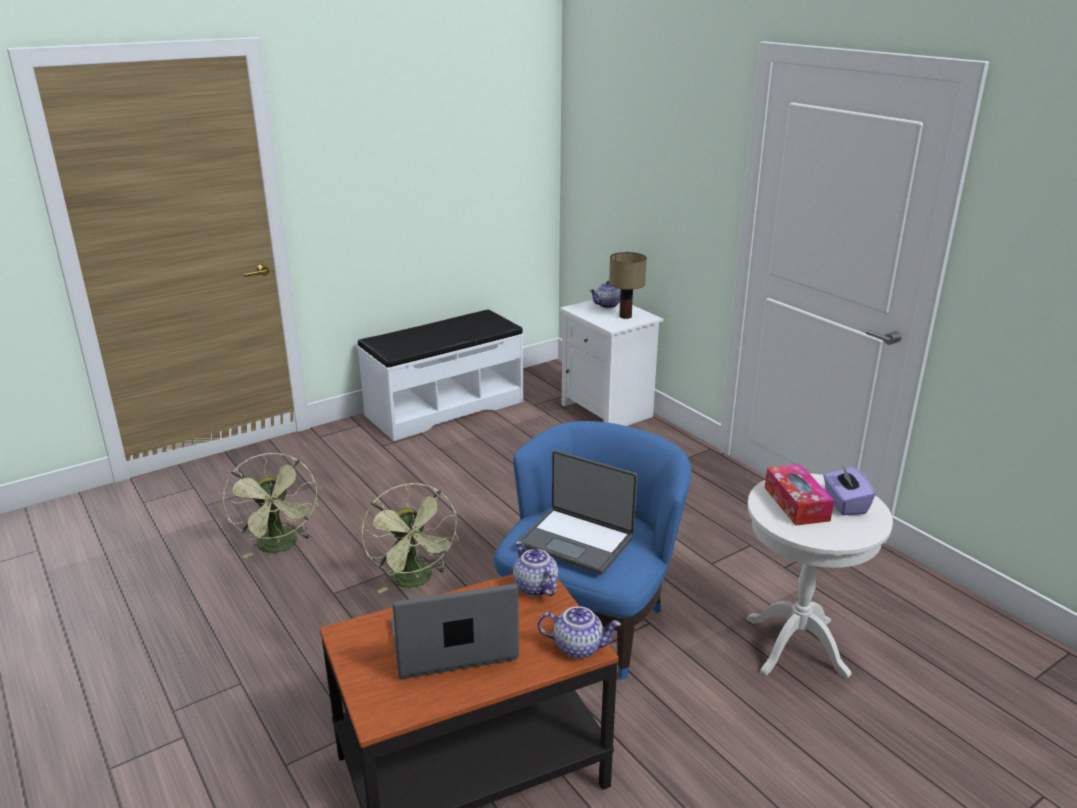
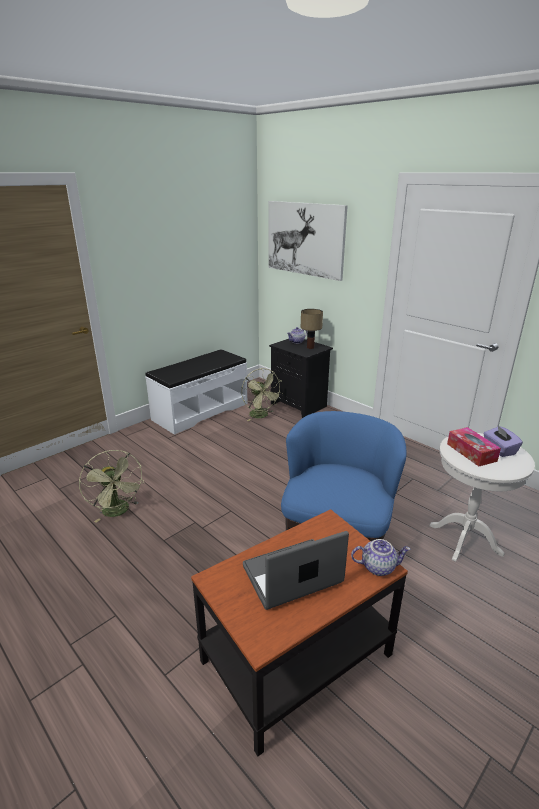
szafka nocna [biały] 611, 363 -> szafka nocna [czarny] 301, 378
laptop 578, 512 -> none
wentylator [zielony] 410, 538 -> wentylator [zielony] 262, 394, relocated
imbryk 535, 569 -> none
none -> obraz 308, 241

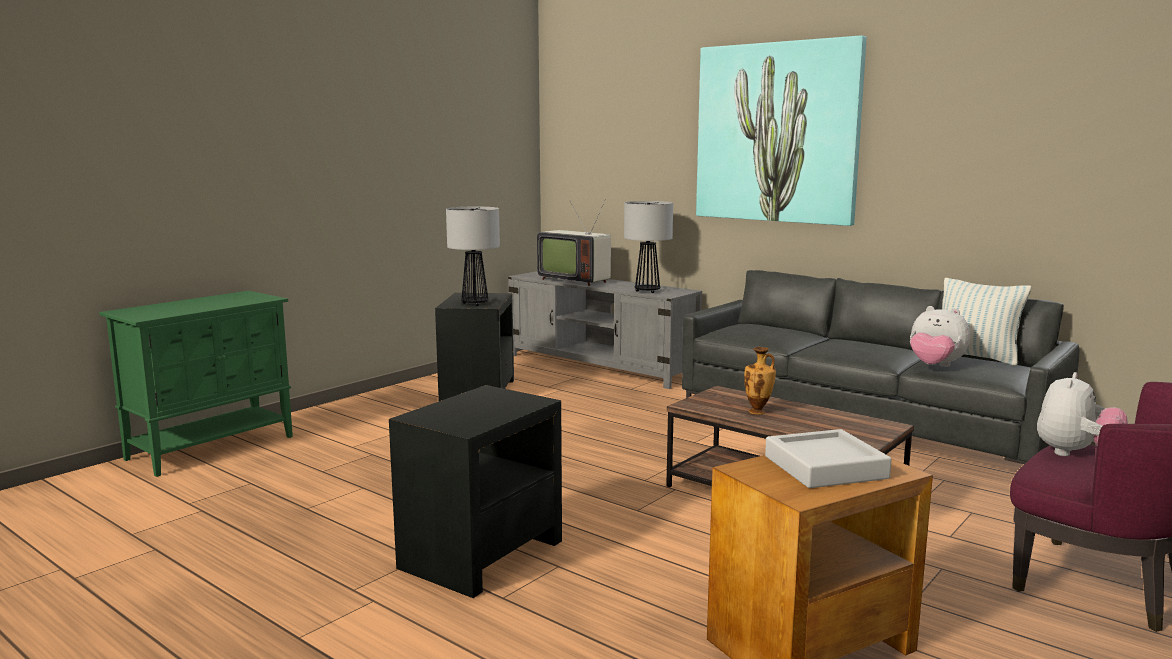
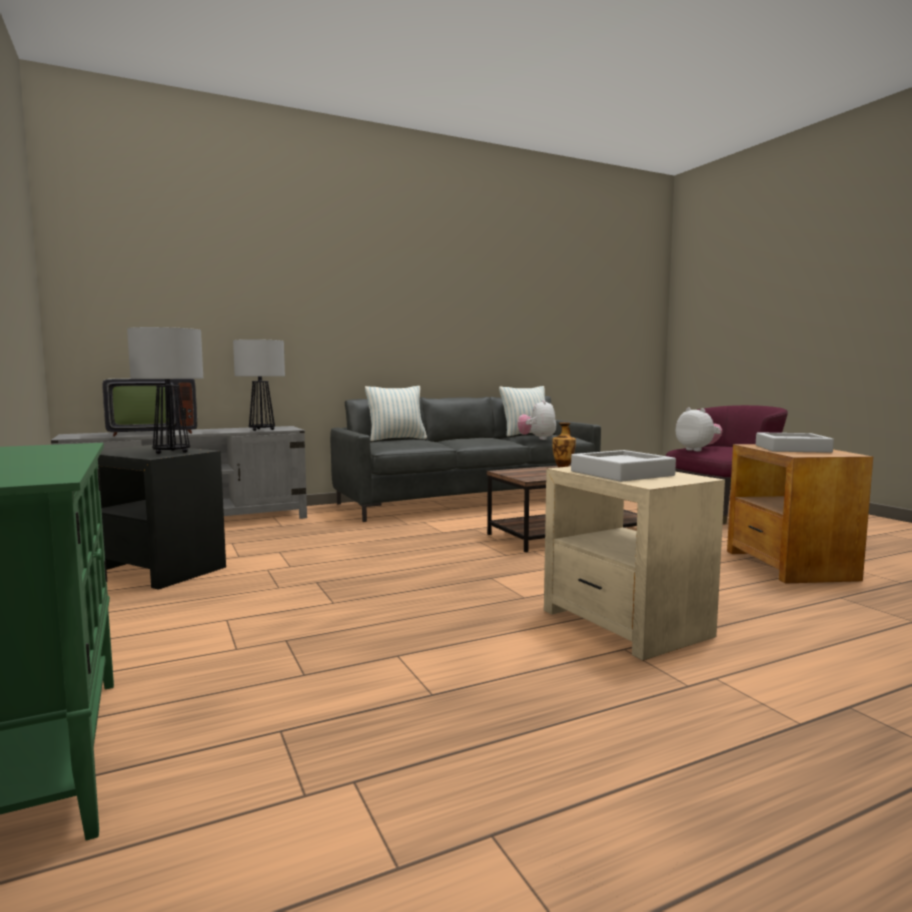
obraz 781, 130 -> none
pluszak 940, 336 -> pluszak 537, 420, 120 degrees clockwise
stolik [czarny] 475, 491 -> stolik [beżowy] 634, 563
none -> poduszka 396, 413
none -> taca [szary] 623, 466

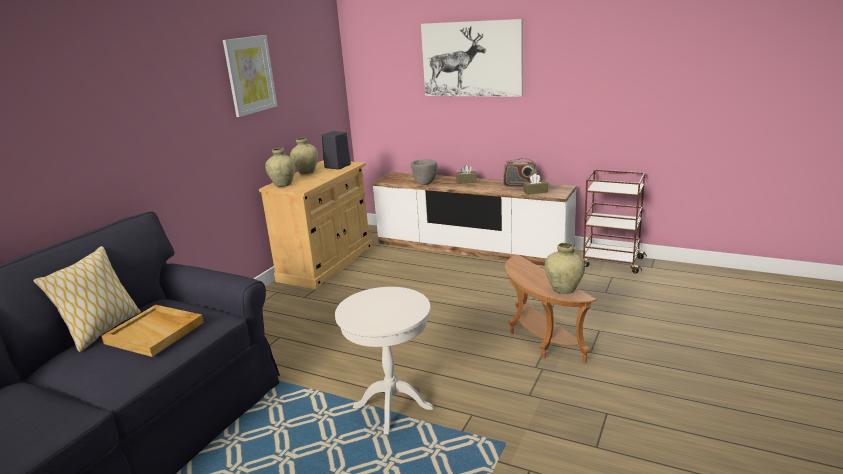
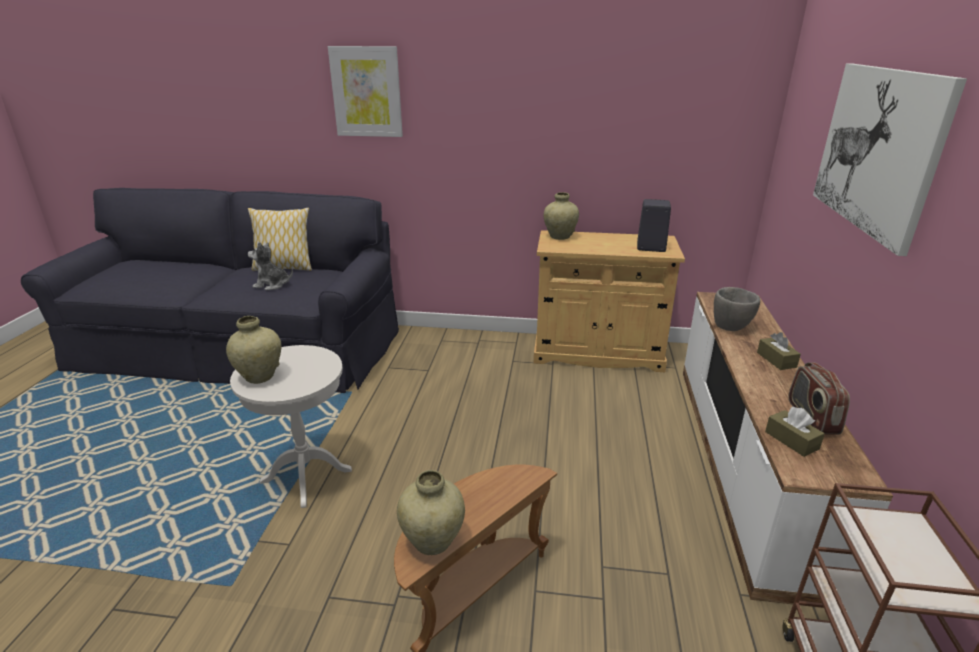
obraz 250, 76 -> obraz 365, 91, relocated
wazon [beżowy] 304, 156 -> wazon [beżowy] 253, 350, relocated
taca [beżowy] 153, 331 -> pluszak 270, 266

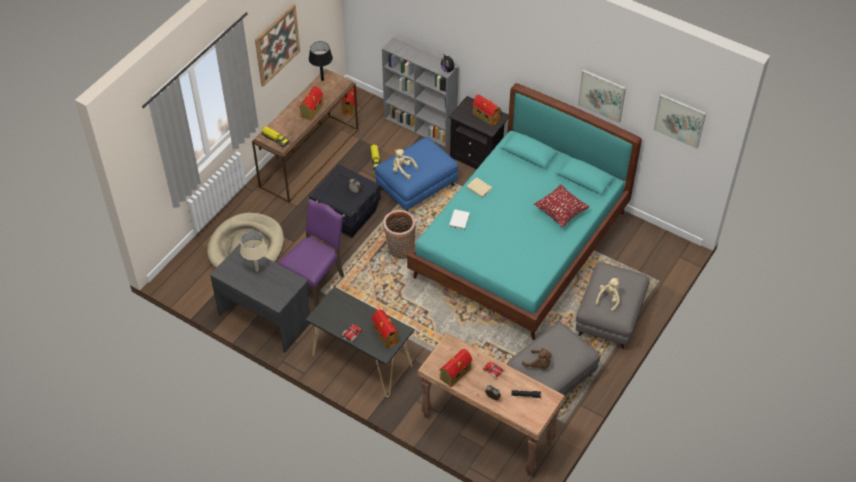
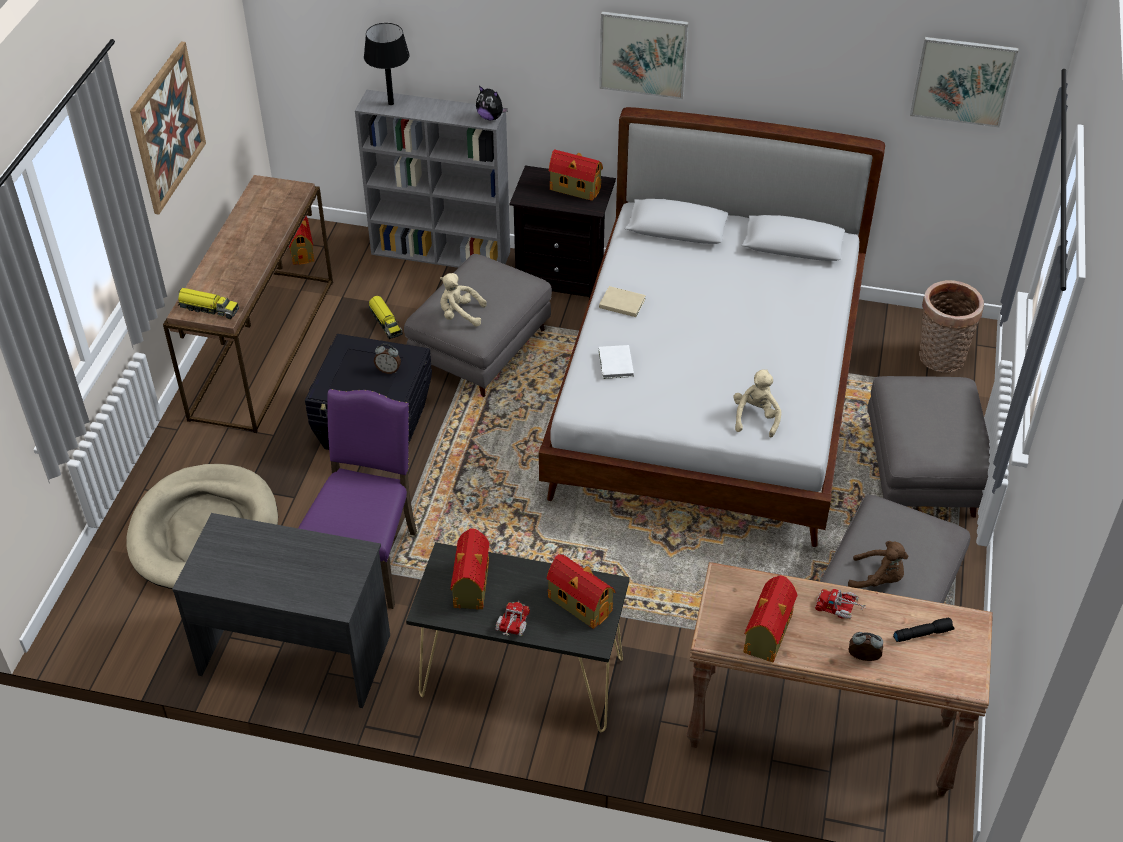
lampa stołowa [czarny] 321, 61 -> lampa stołowa [czarny] 387, 64, relocated
obraz 602, 96 -> obraz 644, 55, relocated
łóżko [turkusowy] 524, 211 -> łóżko [biały] 712, 327
domek 311, 103 -> domek 470, 568, relocated
pufa [niebieski] 416, 174 -> pufa [szary] 478, 325
poduszka [czerwony] 562, 206 -> none
koszyk 399, 234 -> koszyk 951, 326, relocated
lampa stołowa [beżowy] 253, 251 -> none
pluszak [beżowy] 607, 295 -> pluszak [beżowy] 757, 403, relocated

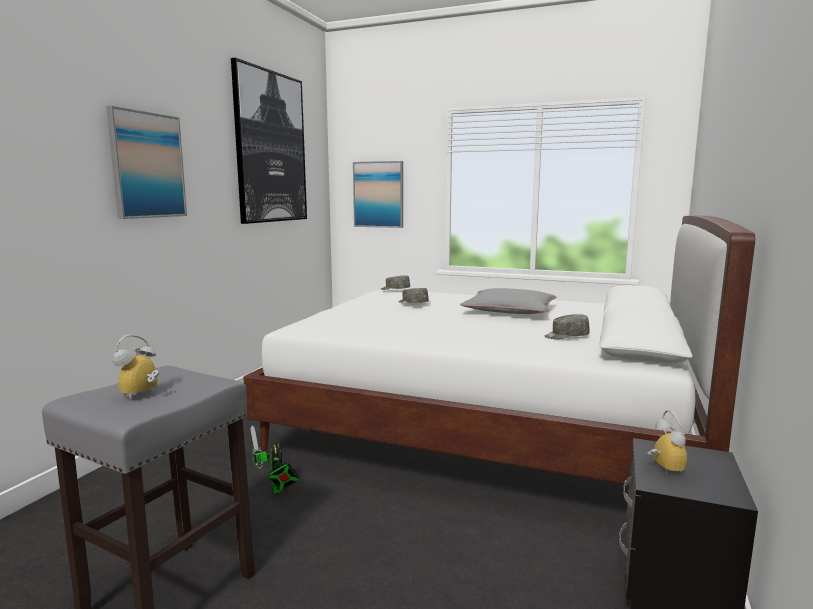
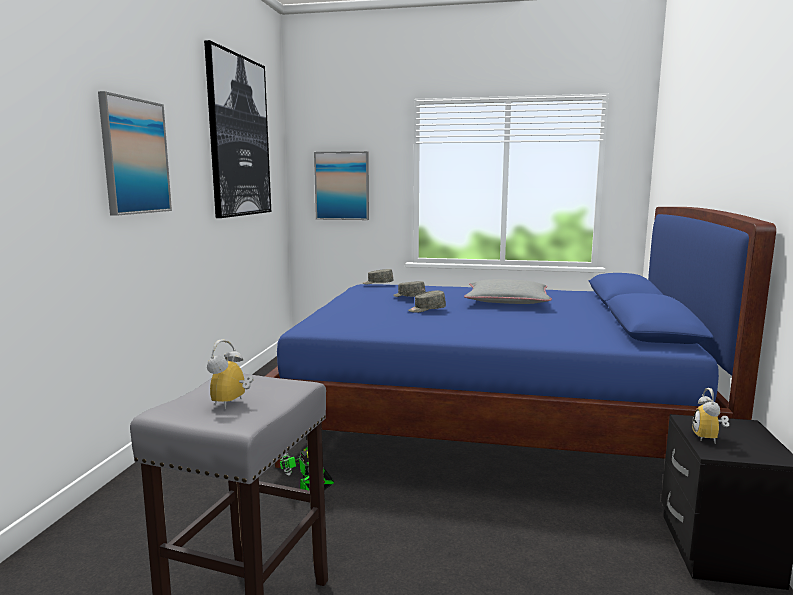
łóżko [biały] 499, 350 -> łóżko [niebieski] 520, 337
czapka z daszkiem [szary] 567, 326 -> czapka z daszkiem [szary] 427, 302, relocated
budzik 667, 442 -> budzik 710, 416, 150 degrees counterclockwise

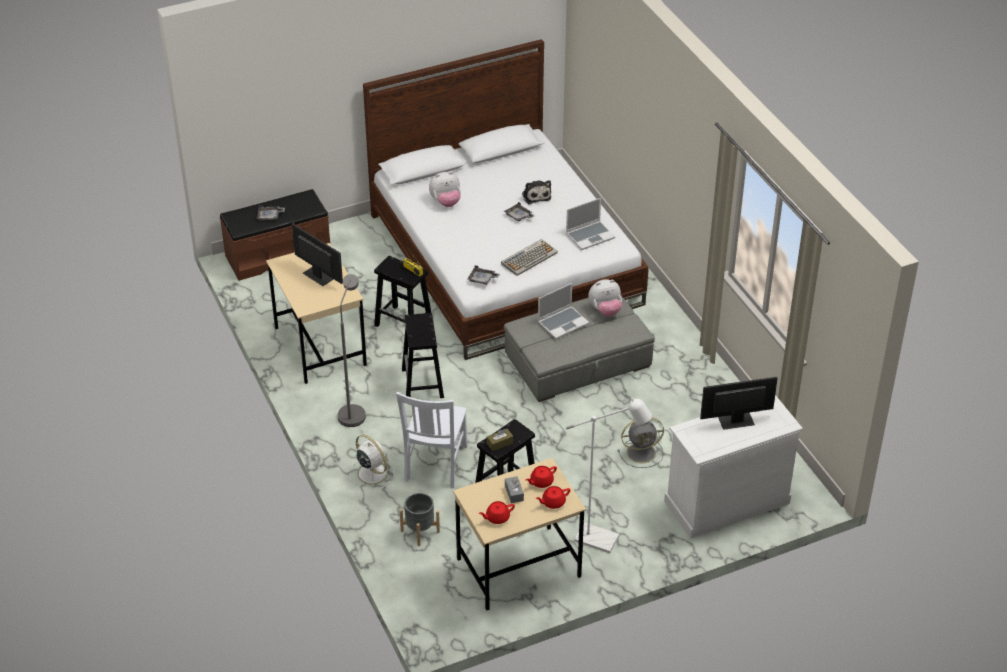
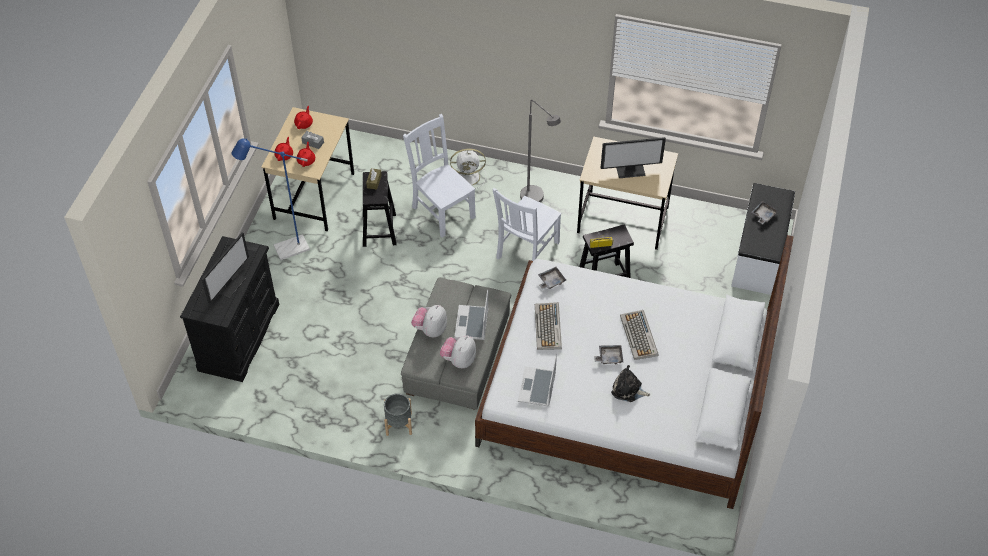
pluszak 445, 189 -> pluszak 429, 321, relocated
ławka [brązowy] 275, 235 -> ławka [biały] 763, 239
stołek [czarny] 423, 355 -> krzesło [biały] 526, 224
komoda [biały] 733, 467 -> komoda [czarny] 229, 309
lampa stojąca [biały] 609, 475 -> lampa stojąca [niebieski] 271, 199
wentylator [szary] 640, 442 -> none
donica [szary] 419, 519 -> donica [szary] 398, 414, relocated
none -> klawiatura 639, 335

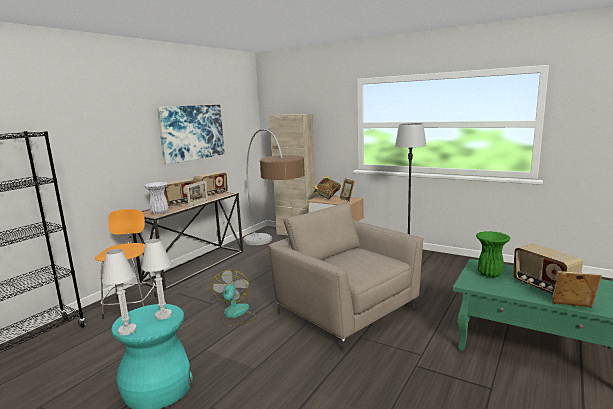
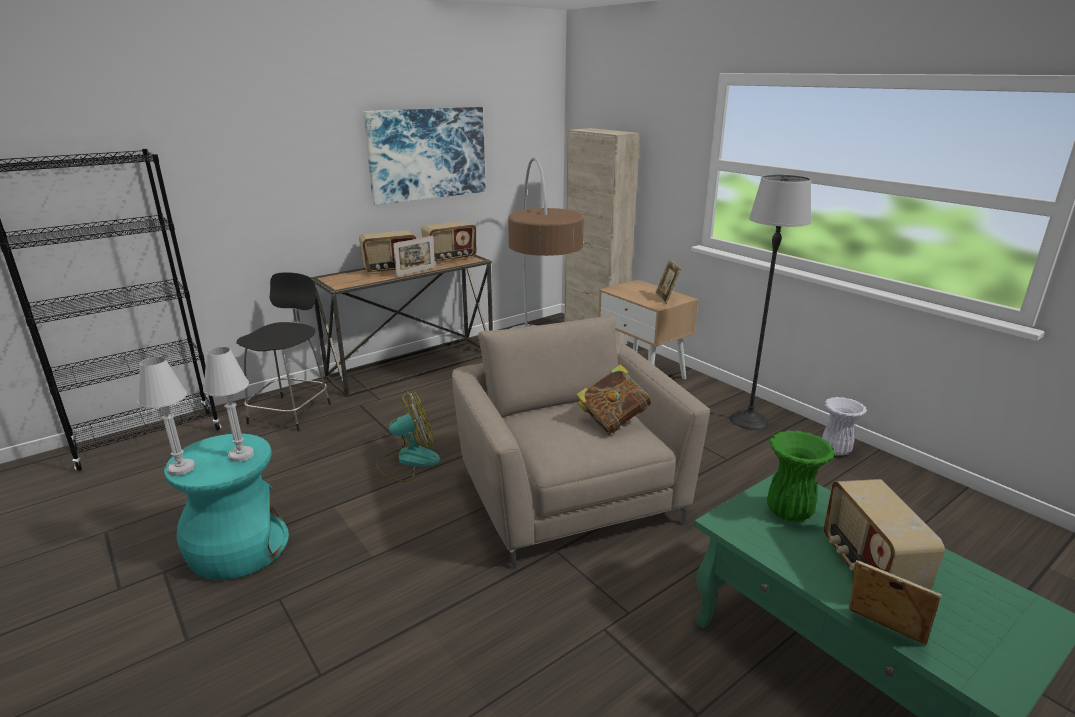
książka 327, 188 -> książka 613, 399, relocated
wazon [biały] 156, 198 -> wazon [biały] 844, 426, relocated
stołek [pomarańczowy] 126, 264 -> stołek [czarny] 283, 351
wentylator 234, 298 -> wentylator 408, 436, 45 degrees clockwise

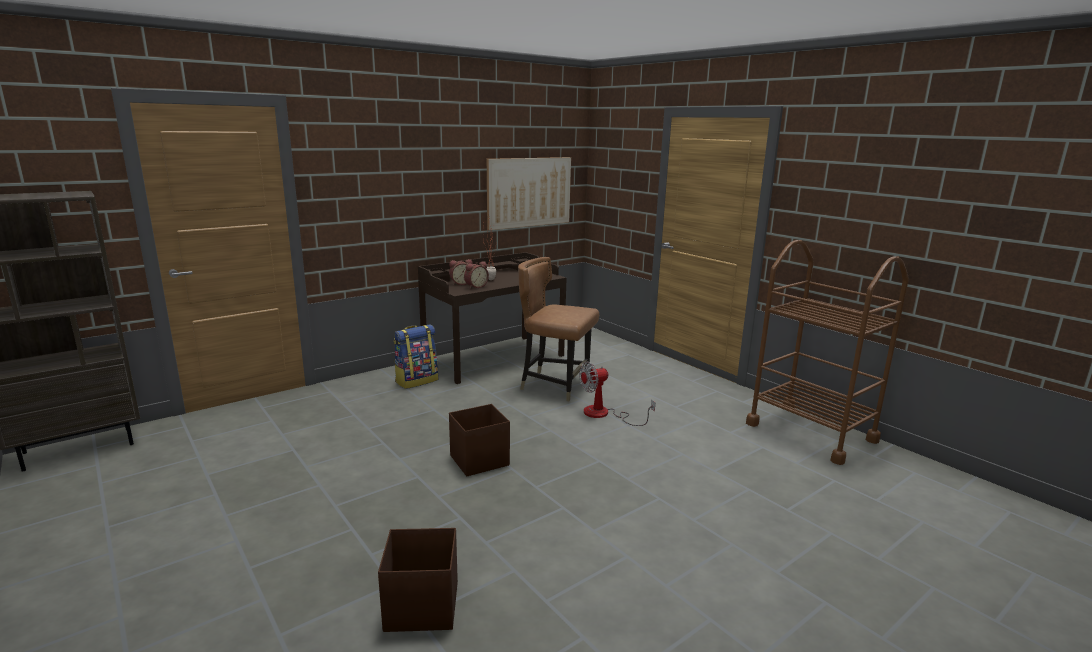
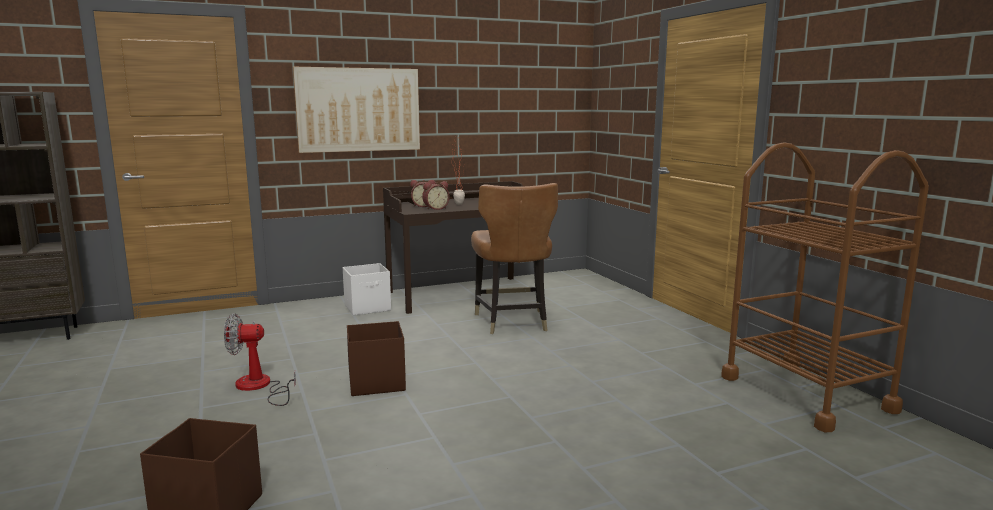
obraz 529, 193 -> obraz 356, 110, relocated
krzesło [brązowy] 558, 329 -> krzesło [brązowy] 514, 258, 135 degrees counterclockwise
plecak 416, 356 -> pojemnik do przechowywania [biały] 367, 289
wentylator 617, 394 -> wentylator 260, 359, relocated

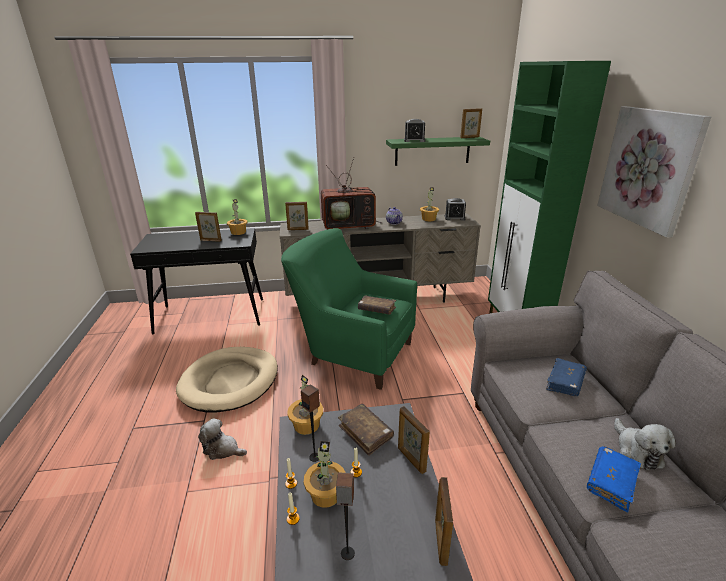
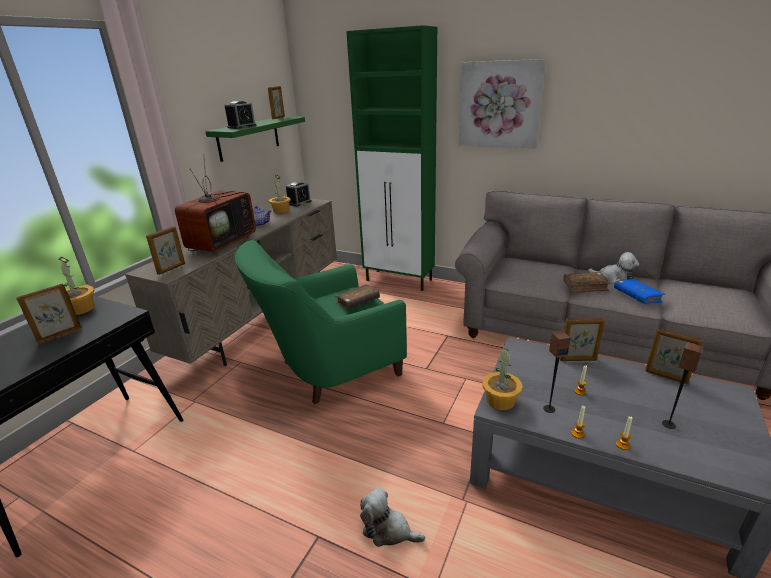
legowisko [beżowy] 227, 380 -> none
książka [niebieski] 566, 377 -> none
książka [brązowy] 366, 430 -> książka [brązowy] 587, 282, relocated
pluszak 222, 439 -> pluszak 392, 517, 60 degrees clockwise
roślina doniczkowa 325, 474 -> none

